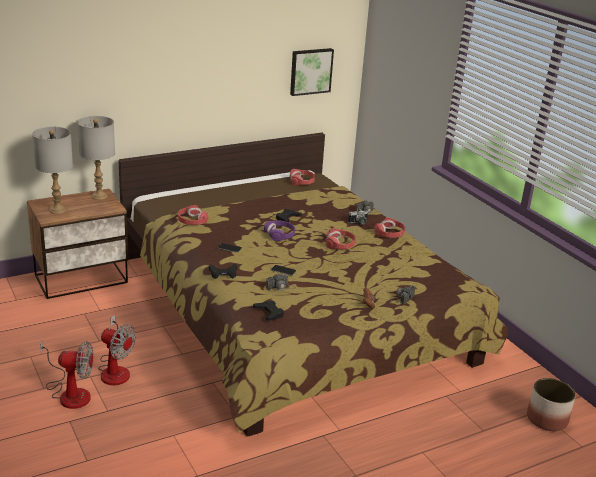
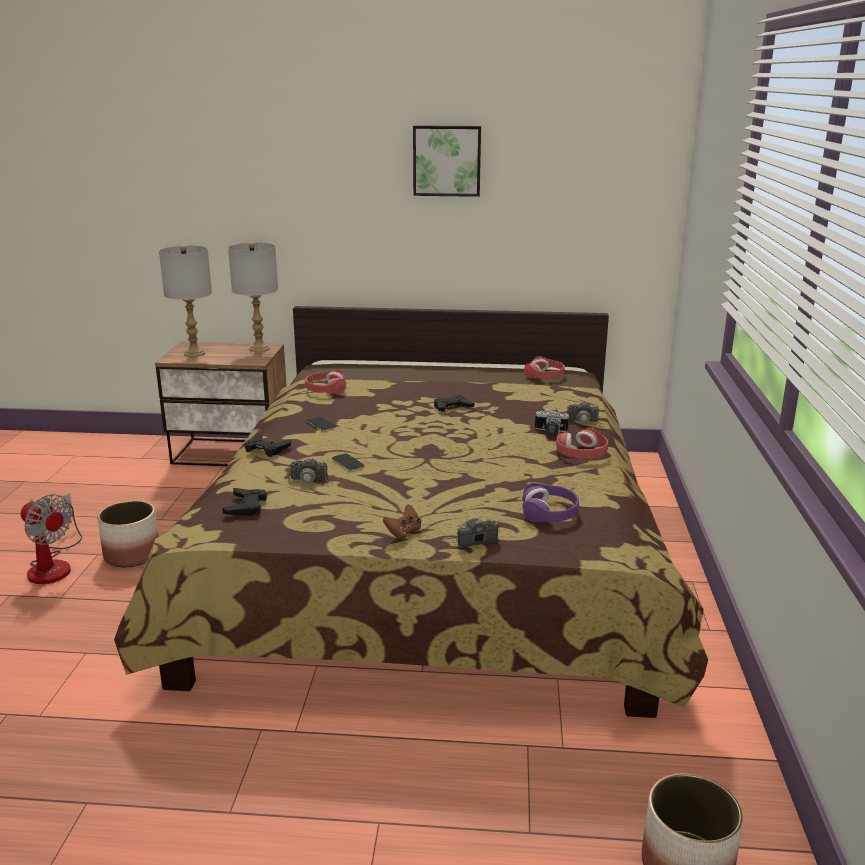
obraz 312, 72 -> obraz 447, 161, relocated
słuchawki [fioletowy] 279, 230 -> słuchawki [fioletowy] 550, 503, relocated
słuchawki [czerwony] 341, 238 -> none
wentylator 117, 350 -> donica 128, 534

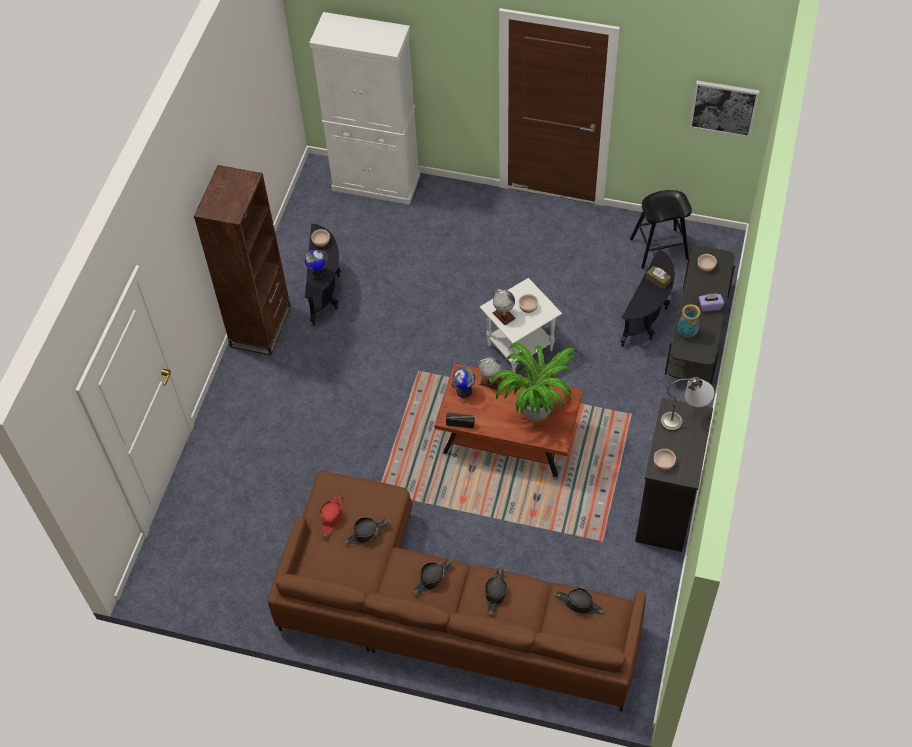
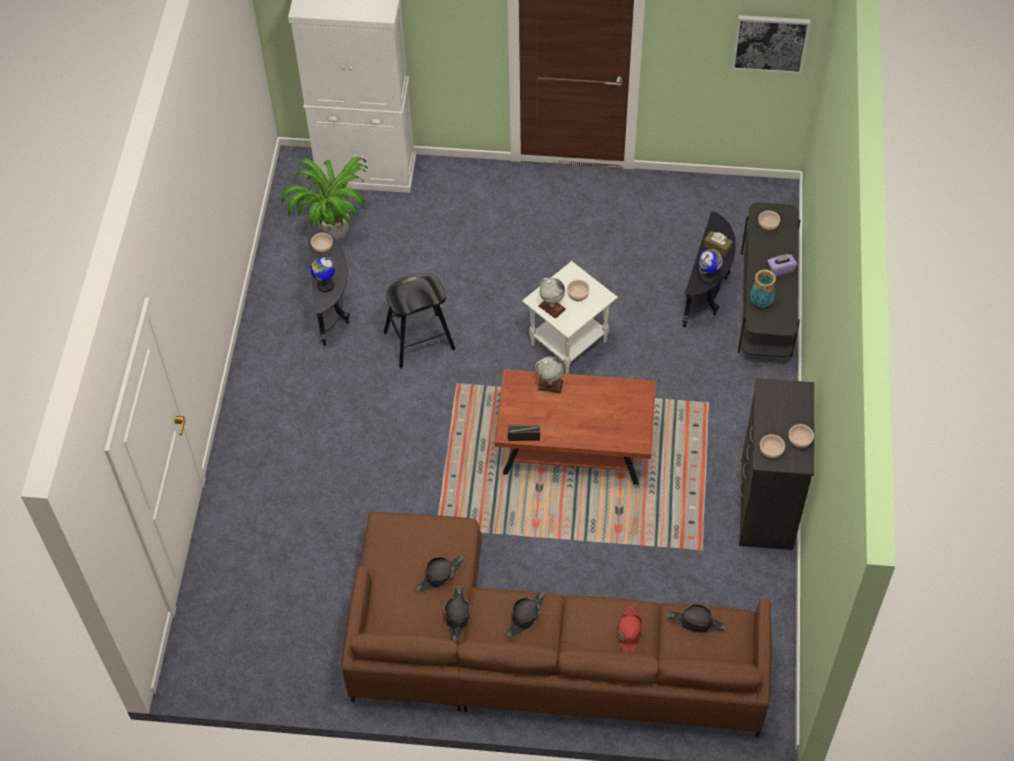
regał [brązowy] 242, 260 -> none
stołek [czarny] 661, 229 -> stołek [czarny] 419, 320, relocated
roślina doniczkowa 533, 382 -> roślina doniczkowa 324, 198, relocated
globus 463, 382 -> globus 710, 266, relocated
lampa stołowa [szary] 687, 404 -> none
kapelusz [czerwony] 331, 515 -> kapelusz [czerwony] 630, 628, relocated
kapelusz [czarny] 496, 591 -> kapelusz [czarny] 457, 614, relocated
none -> miska 801, 436

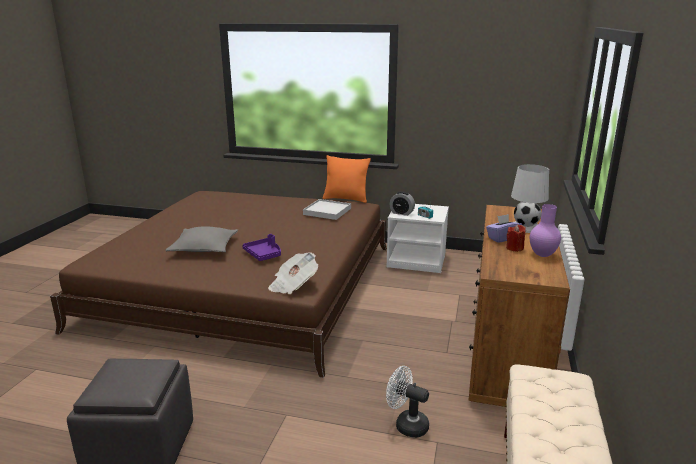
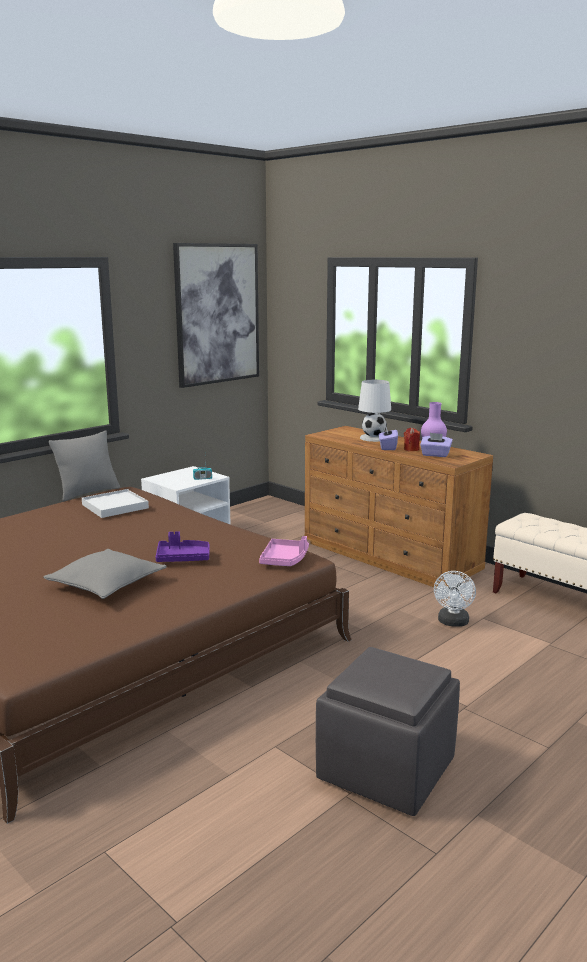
poduszka [pomarańczowy] 347, 179 -> poduszka [szary] 84, 466
budzik 402, 203 -> none
gazeta 293, 273 -> taca [różowy] 284, 551
wentylator [biały] 407, 402 -> wentylator [biały] 455, 599, 45 degrees counterclockwise
none -> obraz 216, 315
none -> pudełko chusteczek [fioletowy] 436, 445

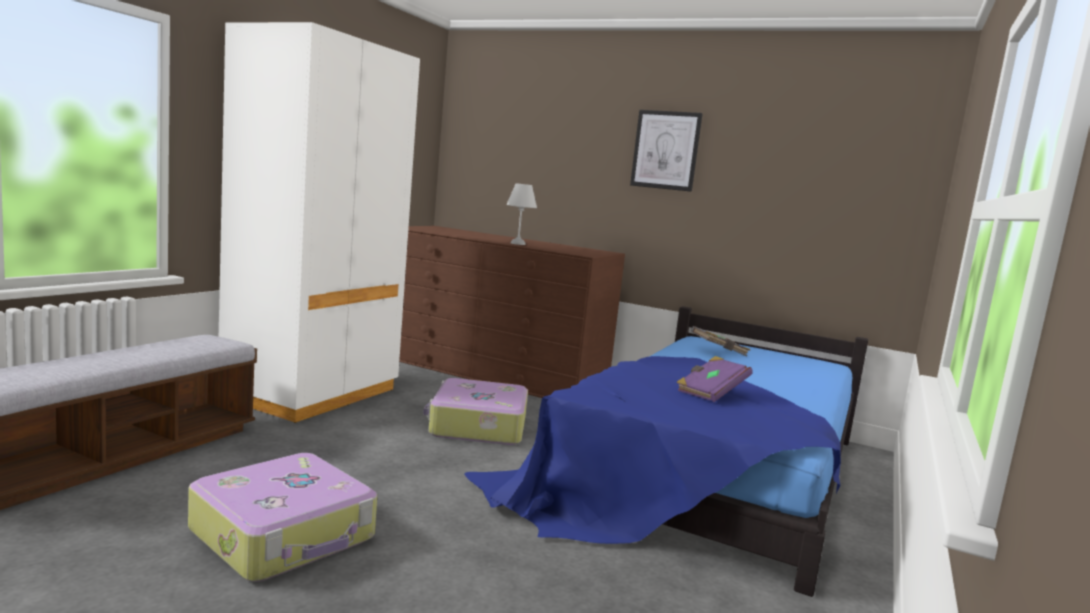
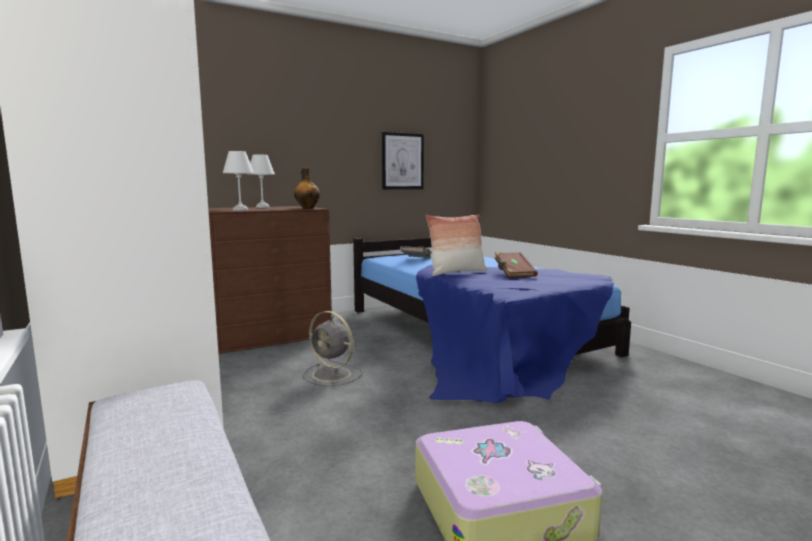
obraz 666, 151 -> obraz 403, 160, relocated
książka [fioletowy] 714, 379 -> książka [brązowy] 516, 265
walizka 475, 411 -> wentylator [szary] 333, 348
none -> lampa stołowa [biały] 261, 181
none -> butelka 307, 188
none -> poduszka 456, 245

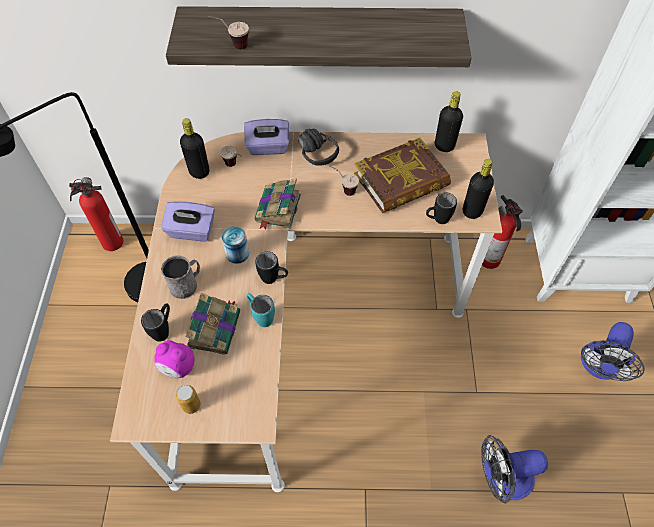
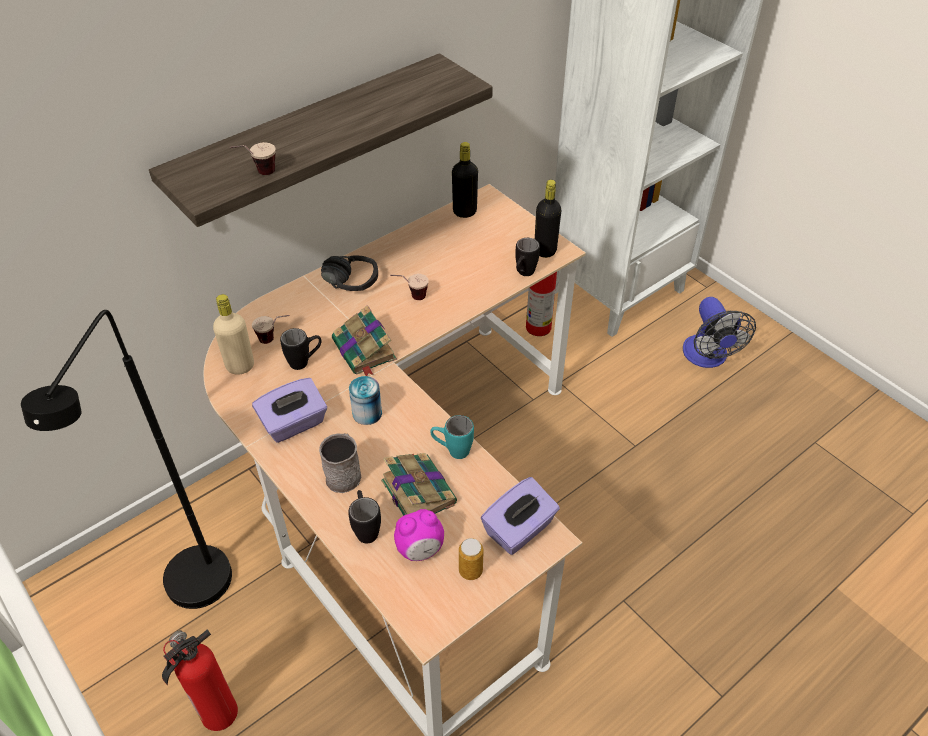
butelka [czarny] 194, 148 -> butelka [beżowy] 233, 334
pudełko chusteczek [fioletowy] 266, 137 -> pudełko chusteczek [fioletowy] 520, 516, relocated
książka 402, 175 -> none
gaśnica 96, 214 -> gaśnica 200, 680, relocated
kubek [czarny] 271, 268 -> kubek [czarny] 300, 349, relocated
wentylator 514, 469 -> none

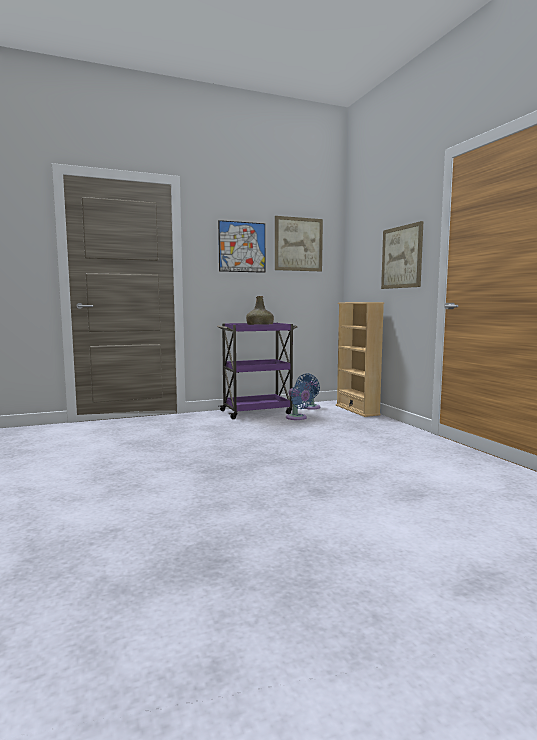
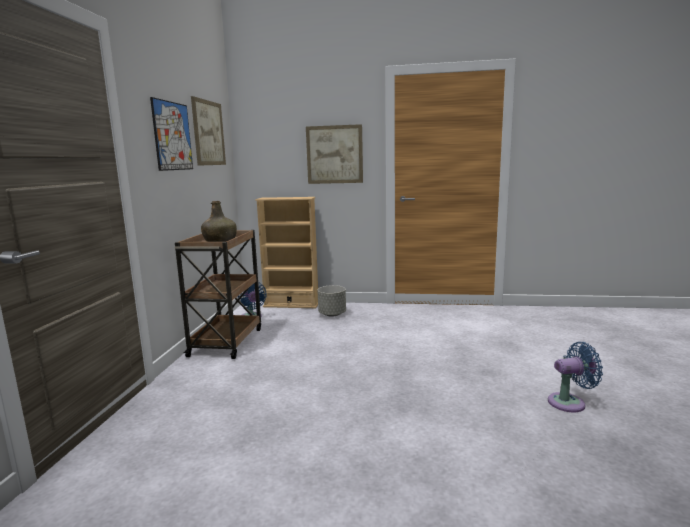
wózek [fioletowy] 257, 371 -> wózek [brązowy] 217, 294
wentylator [niebieski] 300, 400 -> wentylator [niebieski] 575, 377, relocated
none -> donica [szary] 332, 301

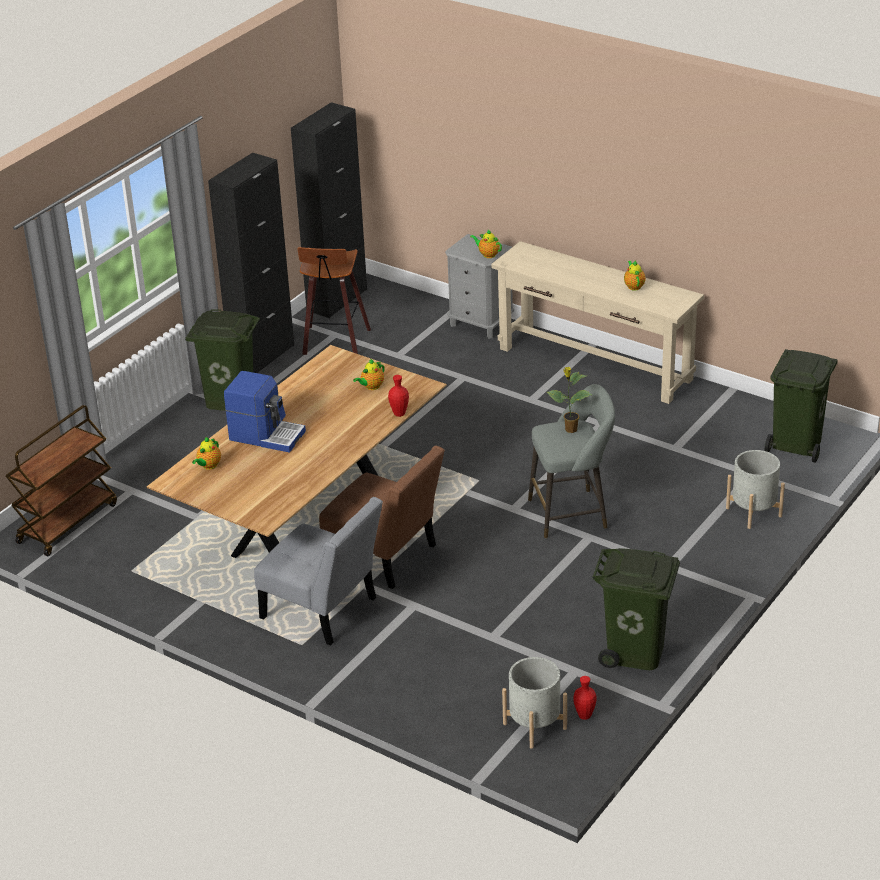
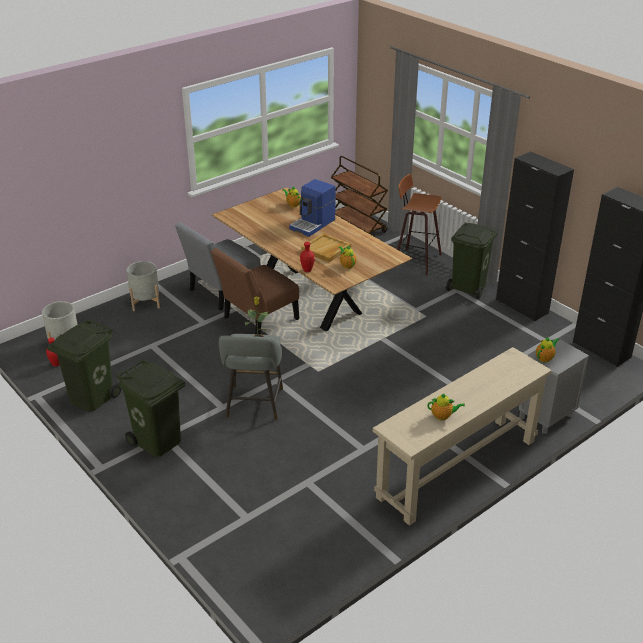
stołek 334, 301 -> stołek 419, 224, relocated
kosz na śmieci [zielony] 801, 406 -> kosz na śmieci [zielony] 151, 408, relocated
donica [szary] 755, 489 -> donica [szary] 143, 286, relocated
none -> taca [beżowy] 326, 247

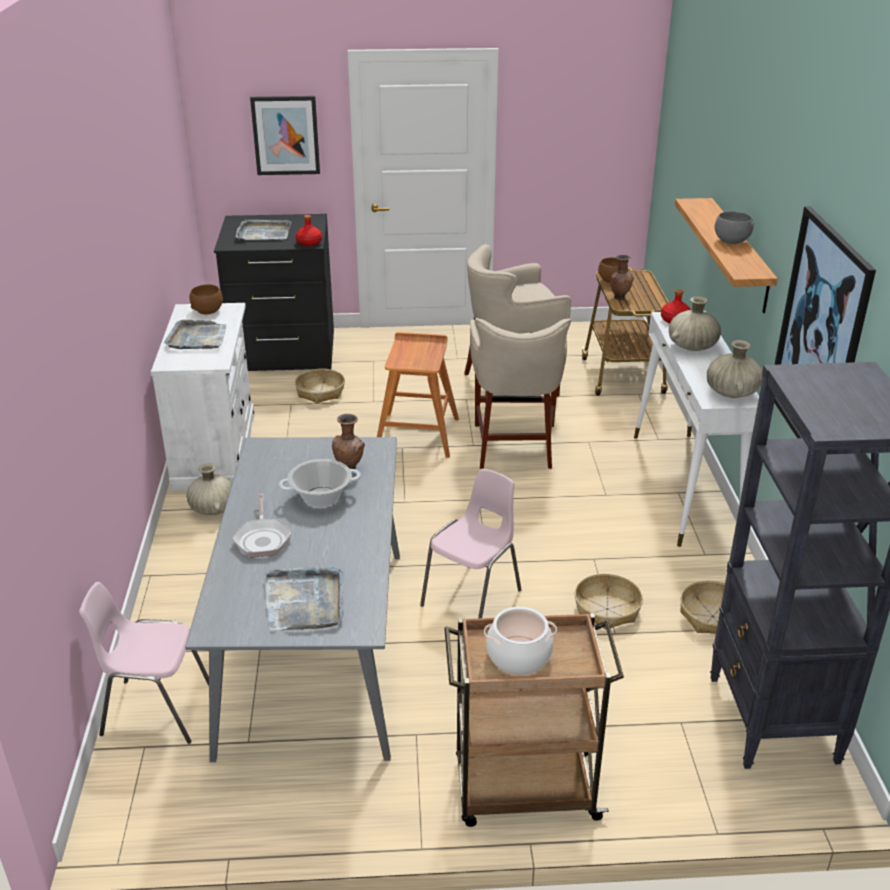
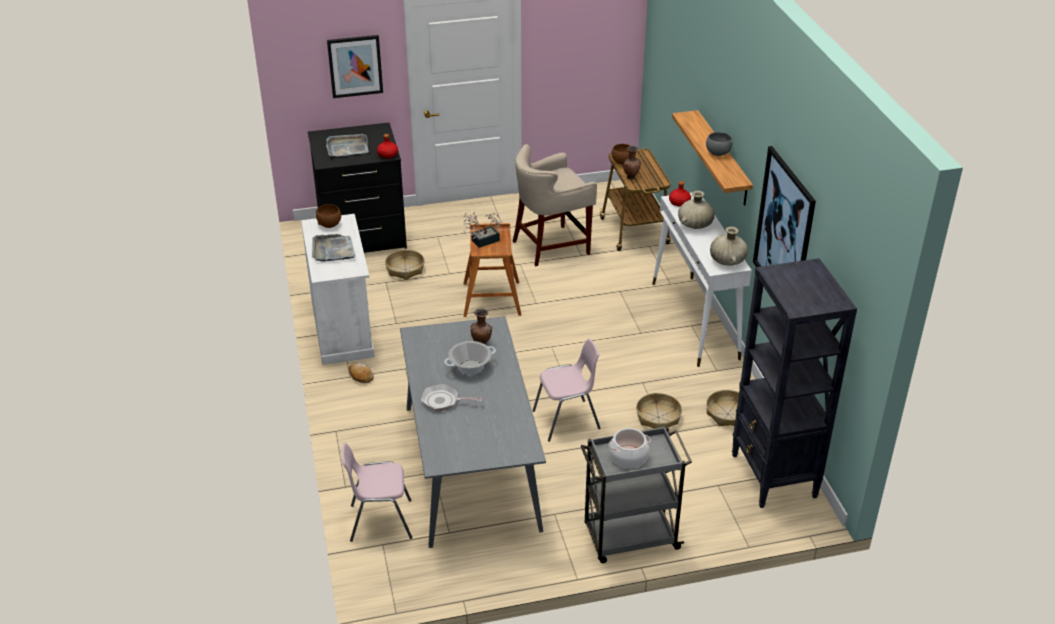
stołek [beżowy] 520, 393 -> none
wazon [beżowy] 209, 489 -> chleb 361, 373
krzesło [różowy] 471, 543 -> krzesło [różowy] 566, 390, 45 degrees clockwise
patelnia 262, 525 -> patelnia 452, 398, 120 degrees clockwise
taca [szary] 304, 599 -> none
wózek [brązowy] 534, 720 -> wózek [szary] 636, 494
none -> roślina doniczkowa 483, 230

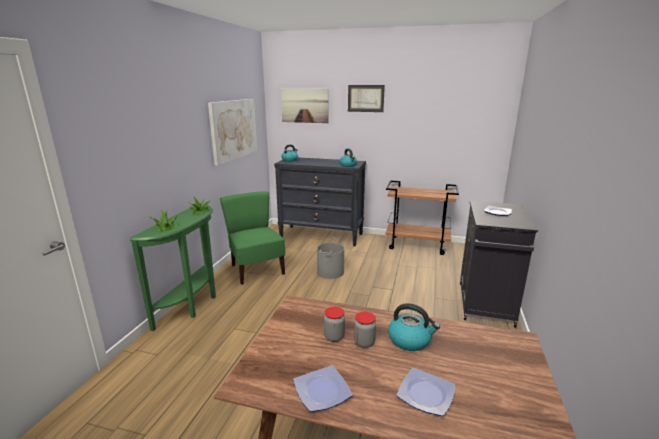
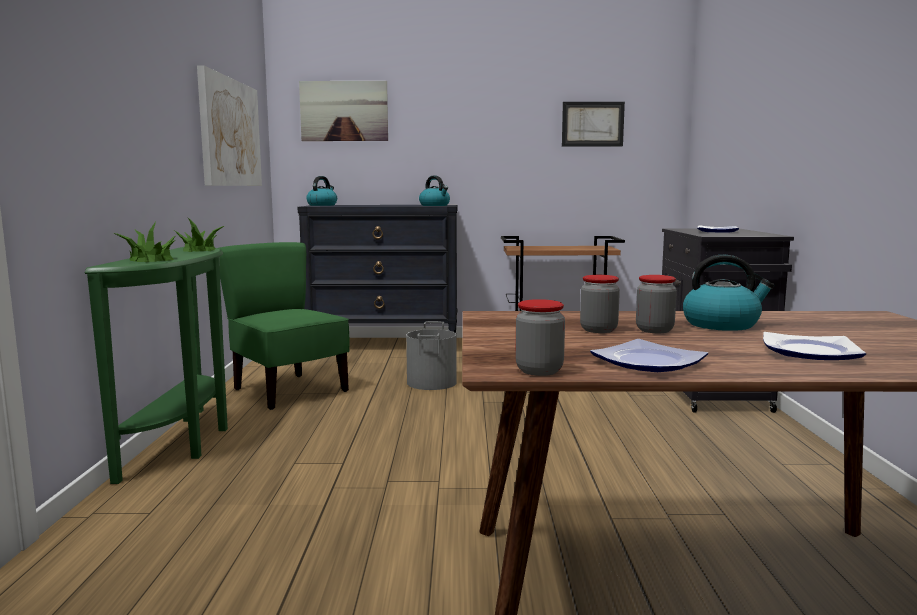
obraz 366, 98 -> obraz 593, 124, relocated
none -> słoik 540, 337

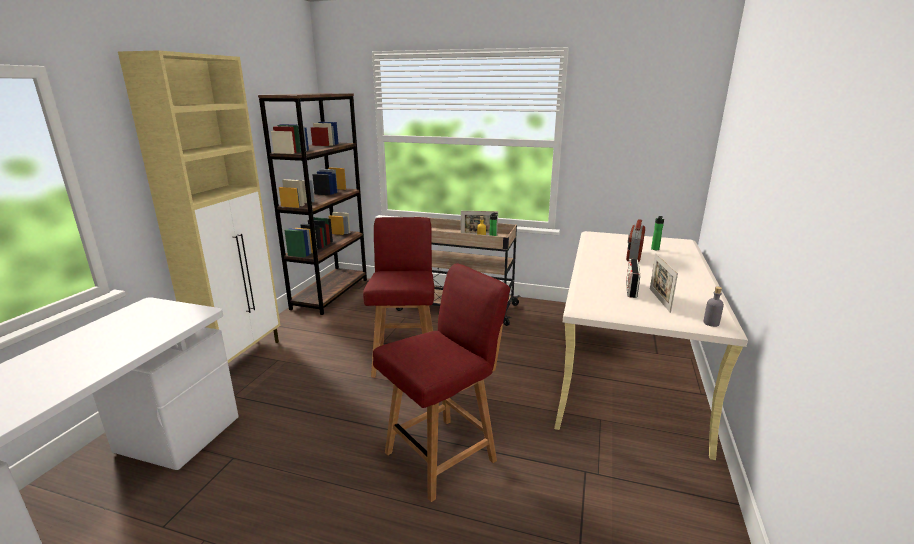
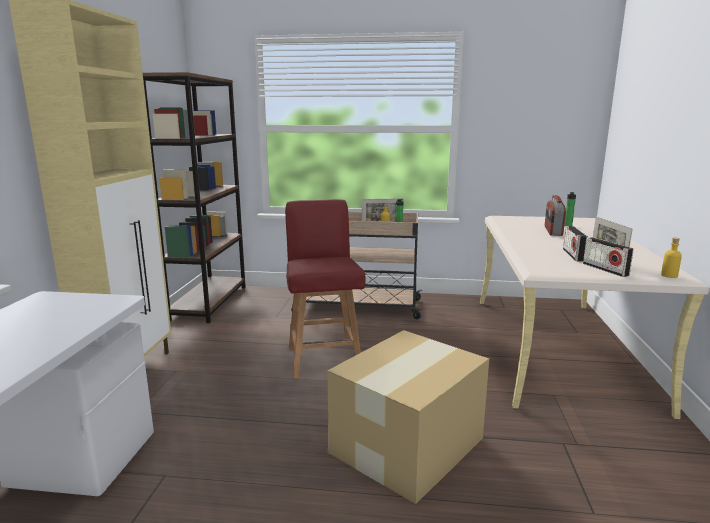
krzesło [czerwony] 441, 382 -> karton 408, 417
butelka [szary] 713, 307 -> butelka [żółty] 671, 258
none -> radio 608, 257

